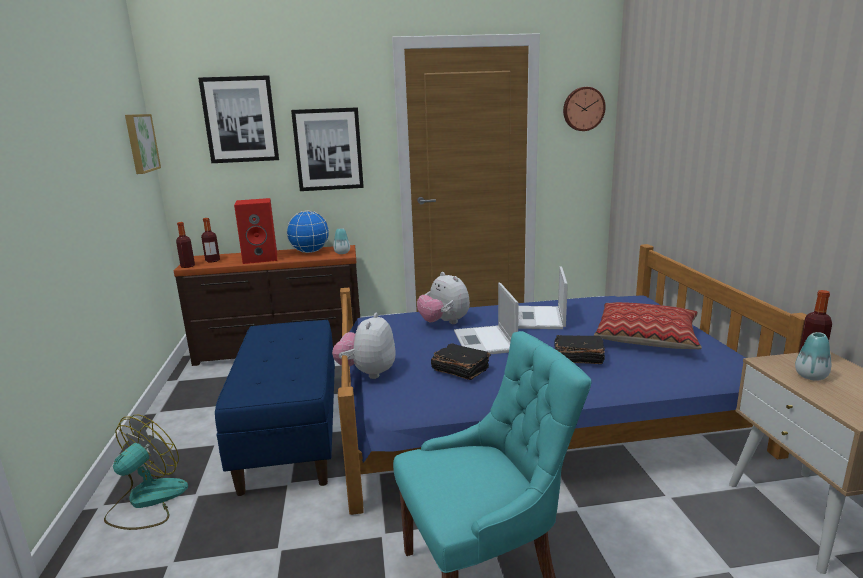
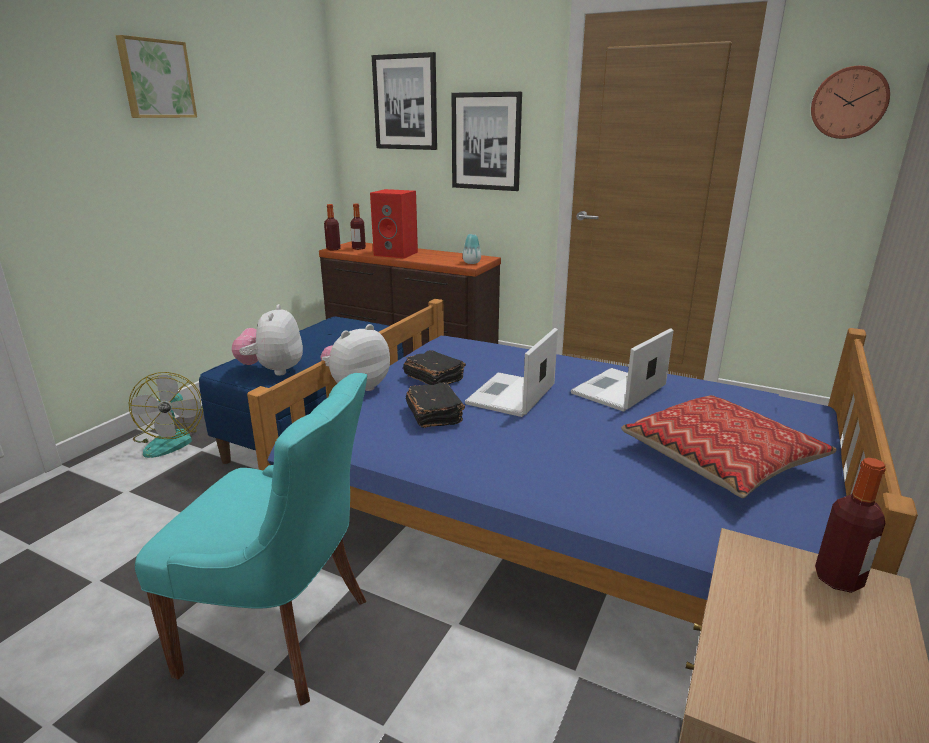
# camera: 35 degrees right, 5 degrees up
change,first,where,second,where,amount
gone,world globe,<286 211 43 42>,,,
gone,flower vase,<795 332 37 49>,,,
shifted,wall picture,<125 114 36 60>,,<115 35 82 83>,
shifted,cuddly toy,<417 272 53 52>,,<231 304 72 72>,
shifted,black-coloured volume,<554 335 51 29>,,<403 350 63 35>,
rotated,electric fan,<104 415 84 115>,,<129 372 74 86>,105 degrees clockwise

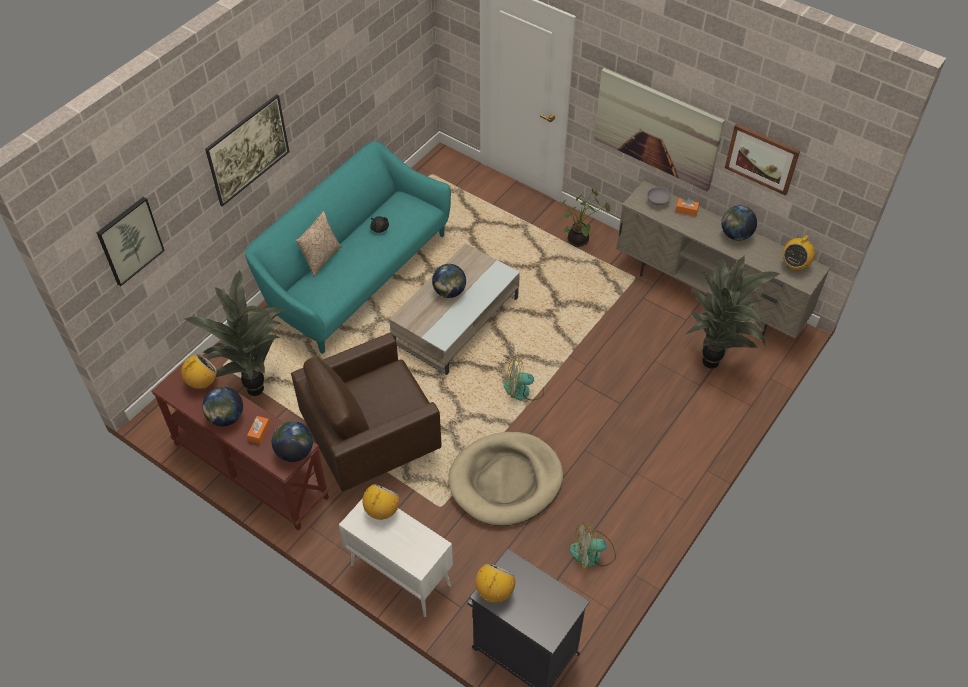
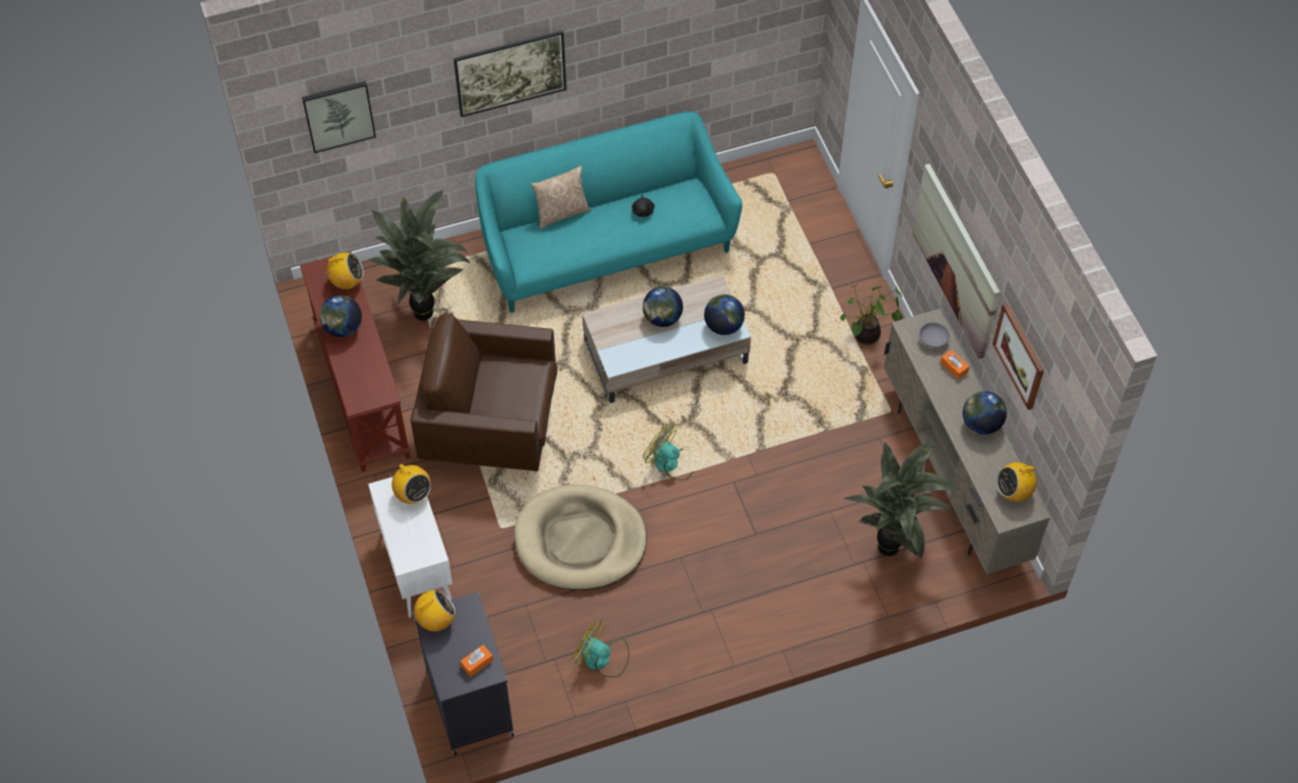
# camera: 35 degrees right, 5 degrees up
change,first,where,second,where,amount
shifted,orange-coloured tissue box,<247 416 23 28>,,<460 645 33 32>,
shifted,world globe,<272 421 41 41>,,<704 294 41 41>,
rotated,radio,<362 484 37 36>,,<390 464 41 40>,75 degrees clockwise

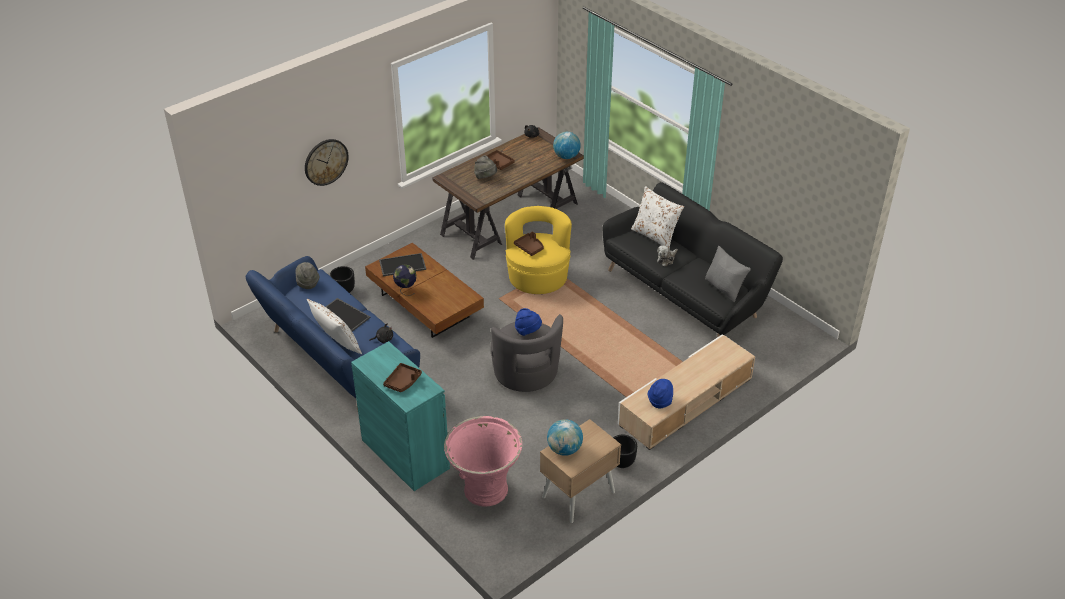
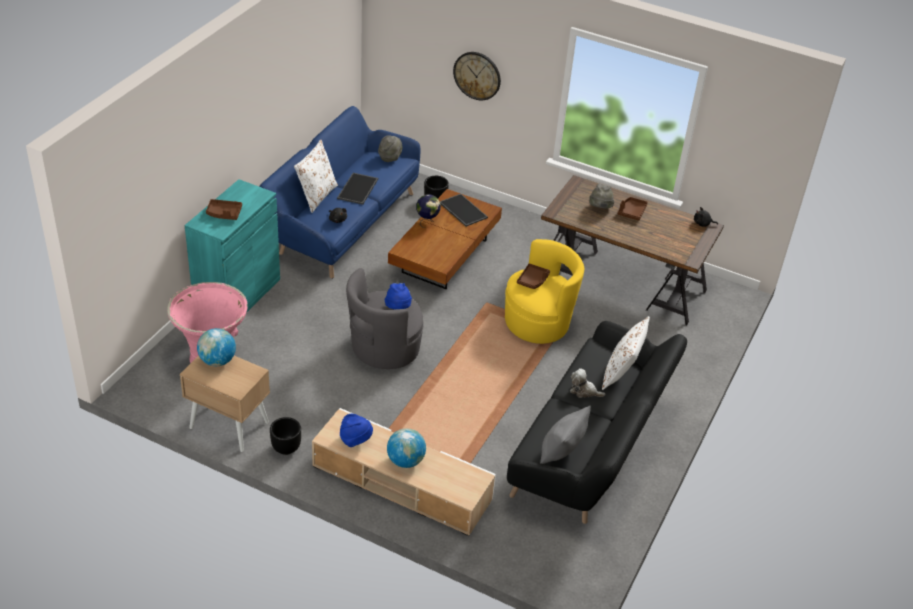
# camera: 65 degrees right, 0 degrees up
change,first,where,second,where,amount
shifted,world globe,<553 132 28 27>,,<387 428 39 40>,

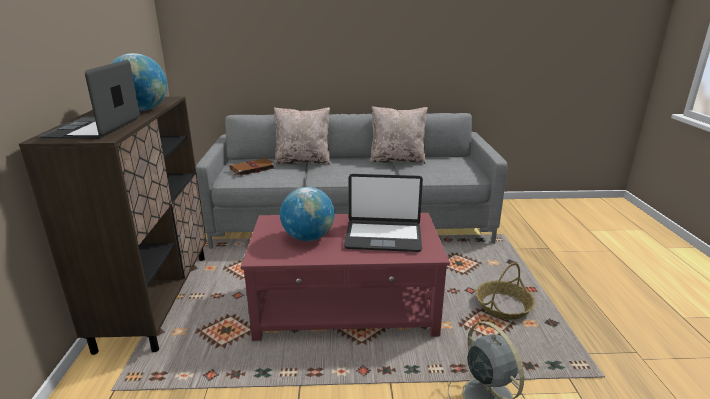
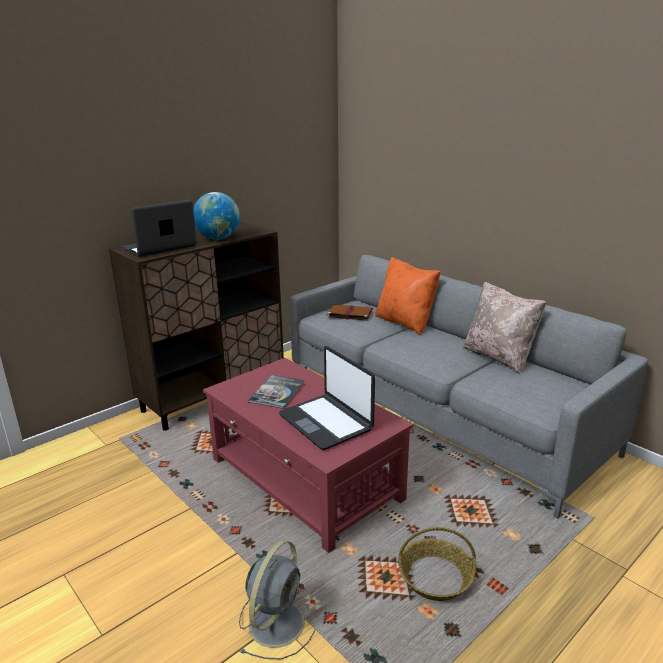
# camera: 50 degrees right, 0 degrees up
change,first,where,second,where,amount
swapped,world globe,<280 187 55 54>,volume,<248 375 57 34>,
repainted,beige-coloured cushion,<274 107 56 58>,orange-coloured cushion,<375 257 65 78>,

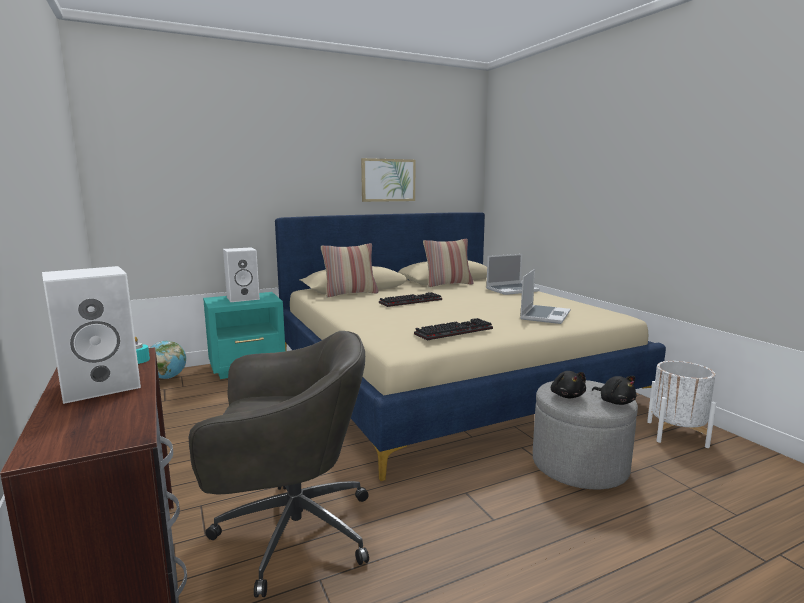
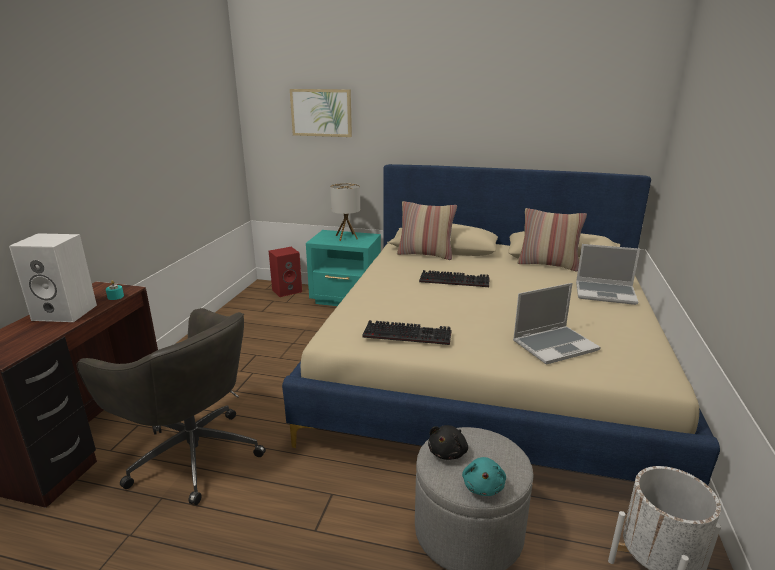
# camera: 40 degrees right, 10 degrees up
change,first,where,second,where,amount
shifted,wall picture,<361 158 54 44>,,<290 89 62 48>,
swapped,world globe,<150 341 36 38>,reddish loudspeaker,<269 247 33 50>,
swapped,whitish loudspeaker,<223 247 37 55>,tabletop lamp,<330 183 30 58>,
repainted,black-coloured cuddly toy,<592 376 44 29>,blue-green cuddly toy,<462 457 44 39>,

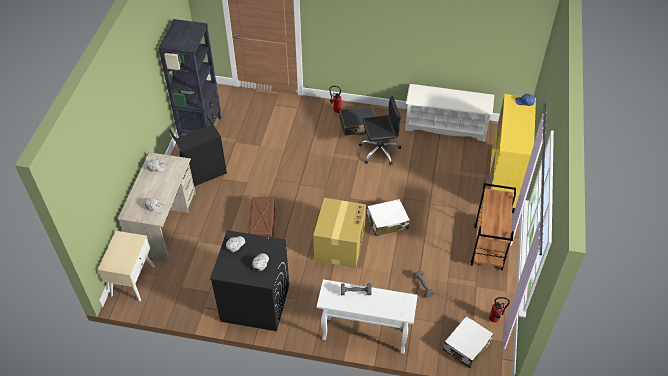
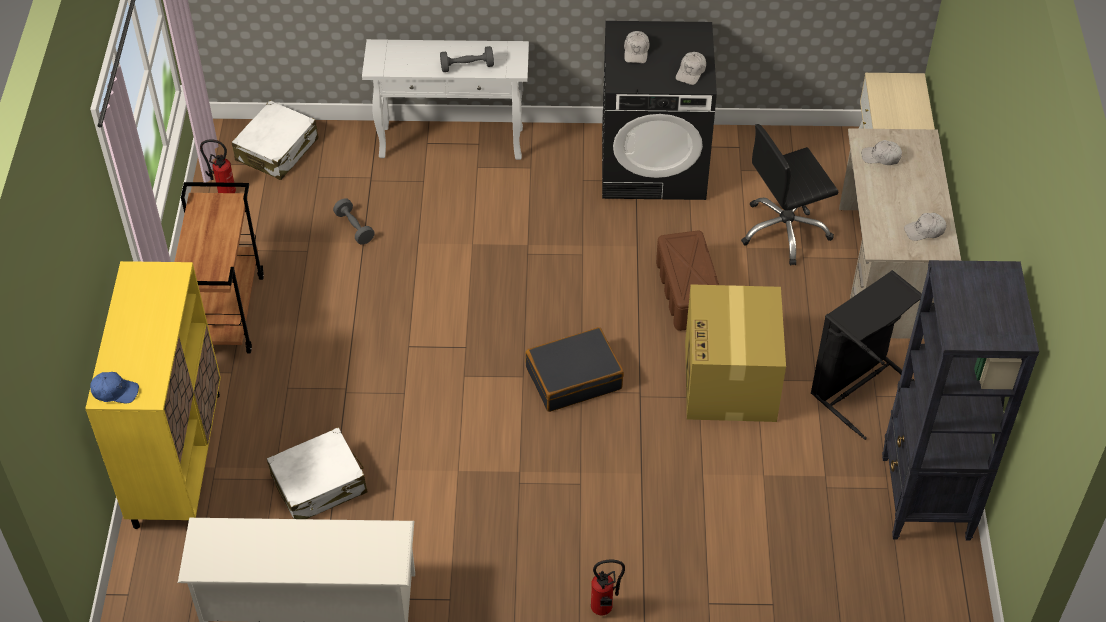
# camera: 170 degrees right, 0 degrees up
change,first,where,second,where,amount
shifted,carton,<313 198 53 70>,,<685 284 101 138>,
shifted,black-coloured suitcase,<339 105 37 31>,,<526 327 98 85>,
shifted,black-coloured computer chair,<359 96 42 70>,,<741 124 97 142>,
shifted,whitish suitcase,<367 199 43 37>,,<267 428 100 91>,

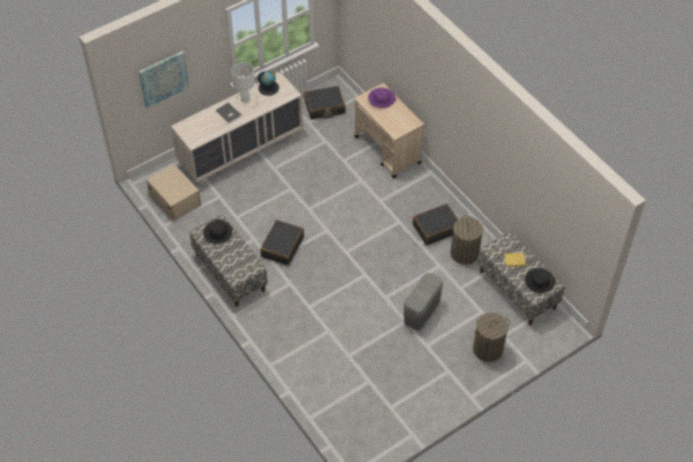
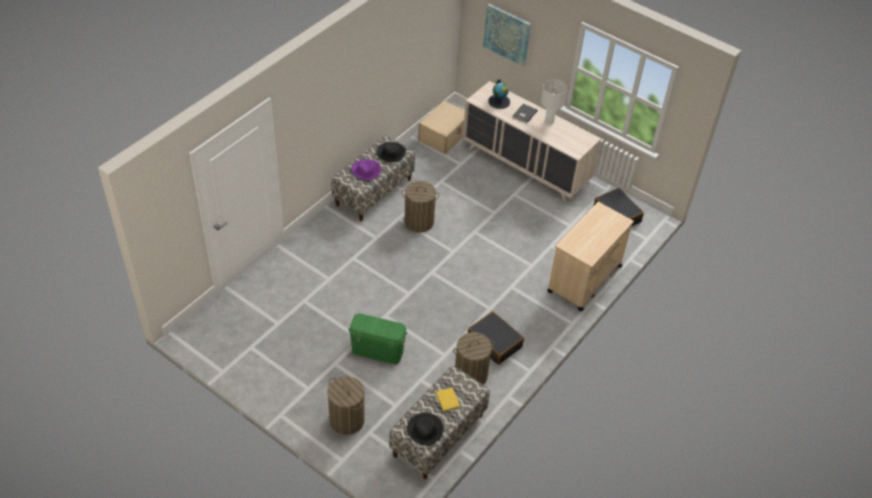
# camera: 70 degrees right, 5 degrees down
change,first,where,second,where,amount
shifted,world globe,<258 71 21 25>,,<488 79 22 30>,
shifted,purplish wearable hat,<368 88 28 20>,,<352 159 29 22>,
swapped,black-coloured suitcase,<260 220 44 45>,hamper,<401 181 38 52>,
repainted,grey storage box,<403 273 40 58>,green storage box,<348 314 60 50>,

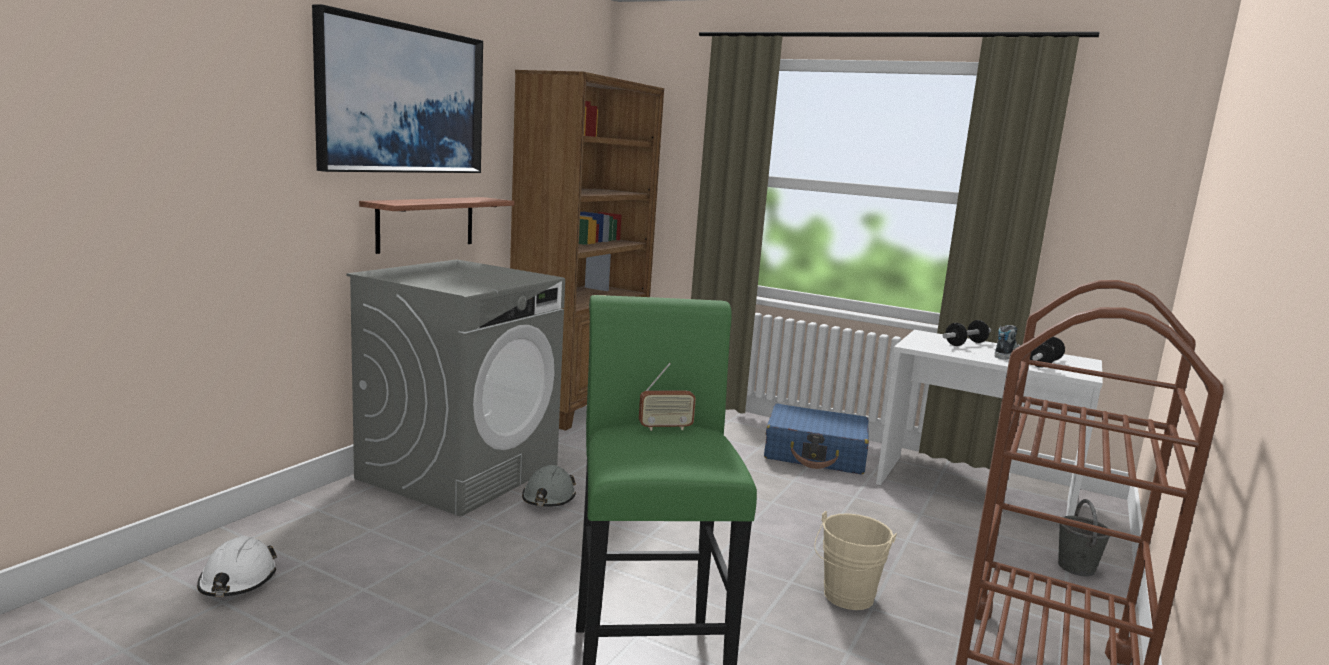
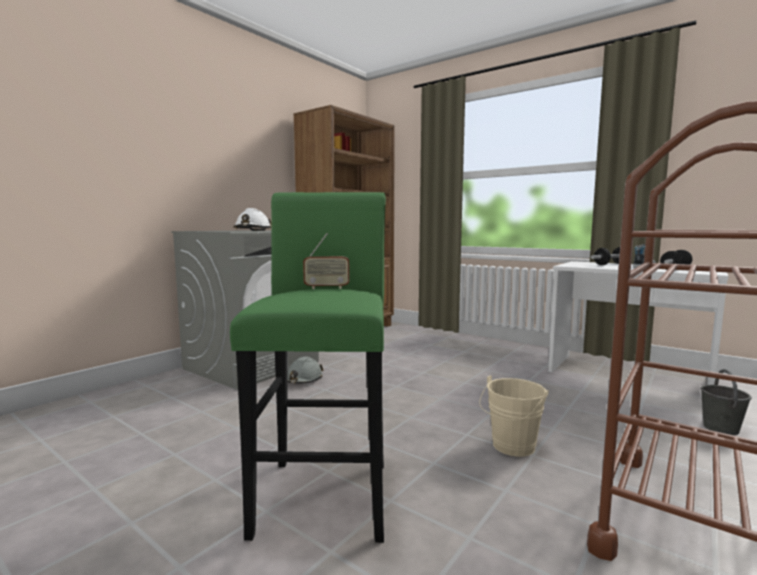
# camera: 10 degrees right, 5 degrees down
change,first,where,second,where,amount
gone,wall picture,<312 4 171 169>,,,
gone,wall shelf,<359 197 155 57>,,,
gone,bluish suitcase,<764 403 105 72>,,,
shifted,whitish work helmet,<197 537 80 59>,,<233 208 39 23>,

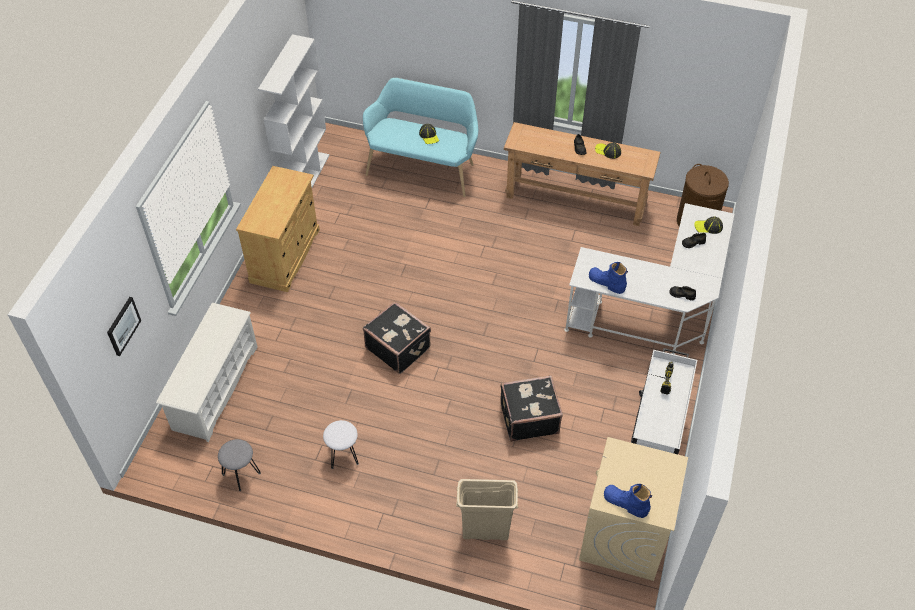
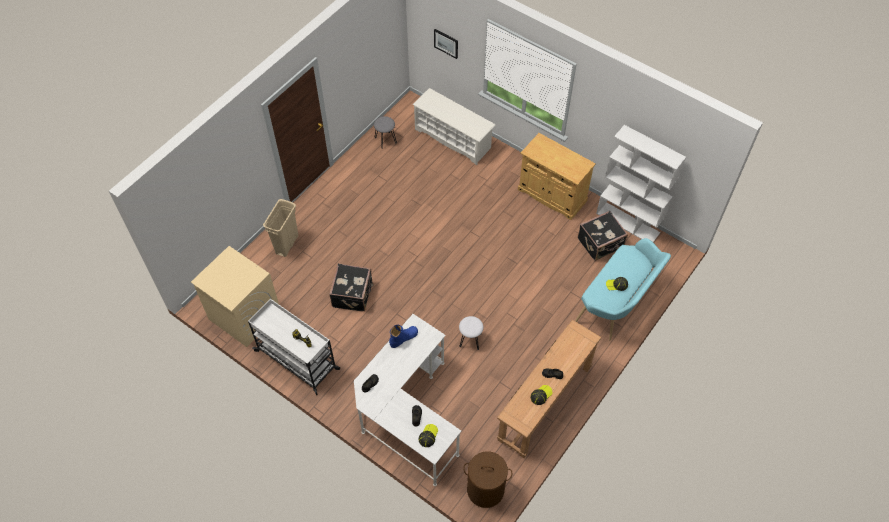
# camera: 110 degrees right, 5 degrees up
change,first,where,second,where,amount
gone,bluish high-top boot,<604 484 48 34>,,,
shifted,whitish sitting stool,<323 420 36 49>,,<459 316 24 34>,
shifted,black-coloured suitcase,<363 301 68 73>,,<578 211 50 50>,

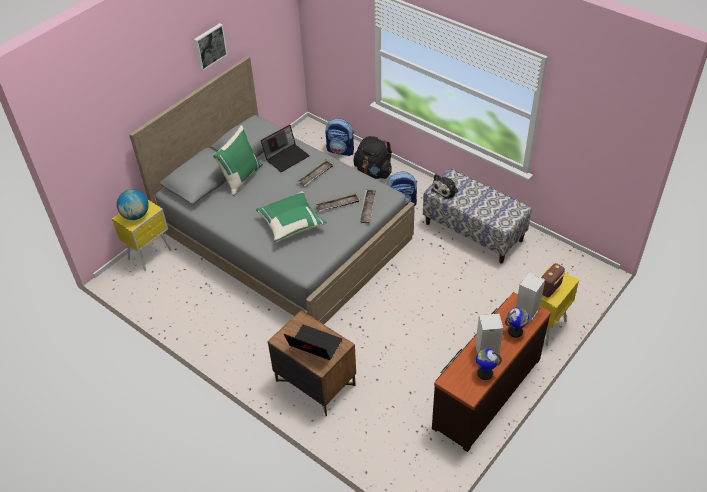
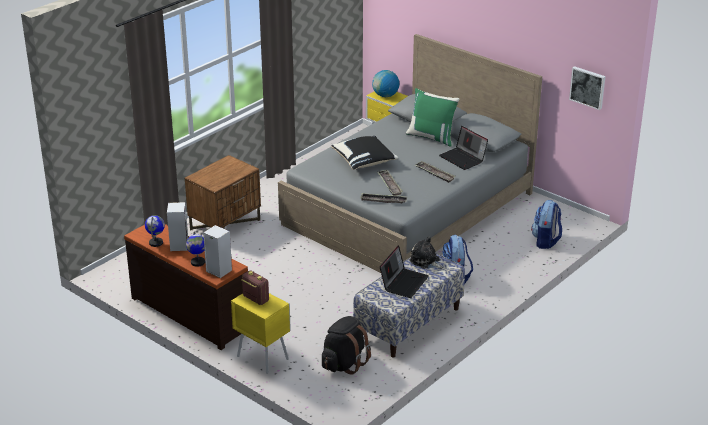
# camera: 90 degrees right, 15 degrees down
change,first,where,second,where,amount
shifted,wall picture,<194 23 34 48>,,<569 66 37 44>,
shifted,notebook computer,<284 325 58 35>,,<380 245 49 53>,
shifted,black-coloured backpack,<354 136 38 43>,,<322 316 49 59>,
repainted,green cushion,<256 191 71 52>,black-coloured cushion,<331 136 67 34>,

